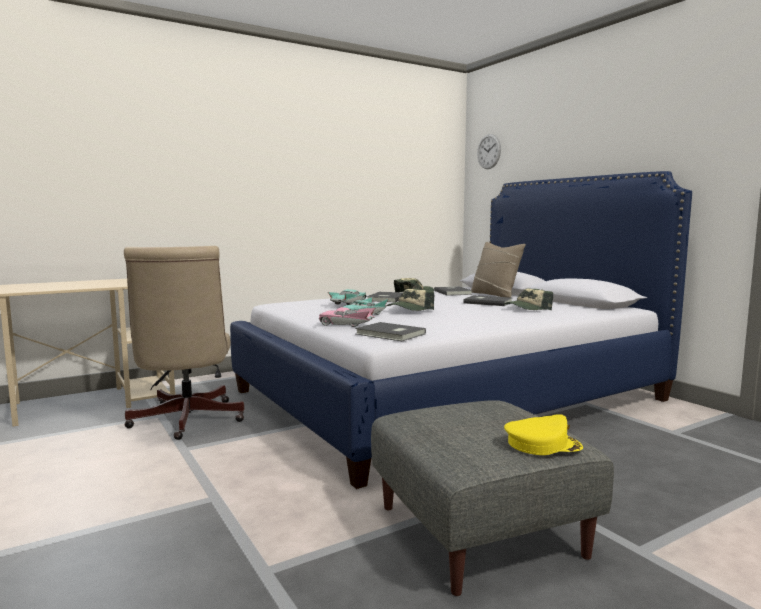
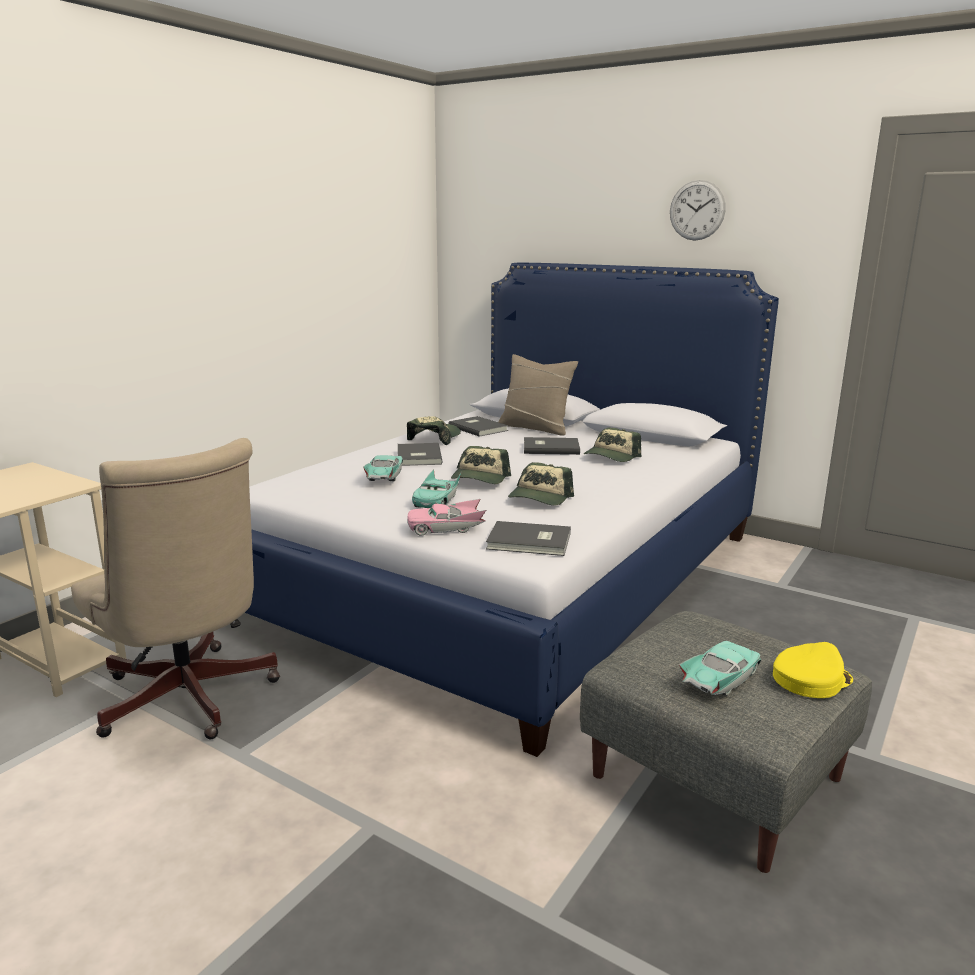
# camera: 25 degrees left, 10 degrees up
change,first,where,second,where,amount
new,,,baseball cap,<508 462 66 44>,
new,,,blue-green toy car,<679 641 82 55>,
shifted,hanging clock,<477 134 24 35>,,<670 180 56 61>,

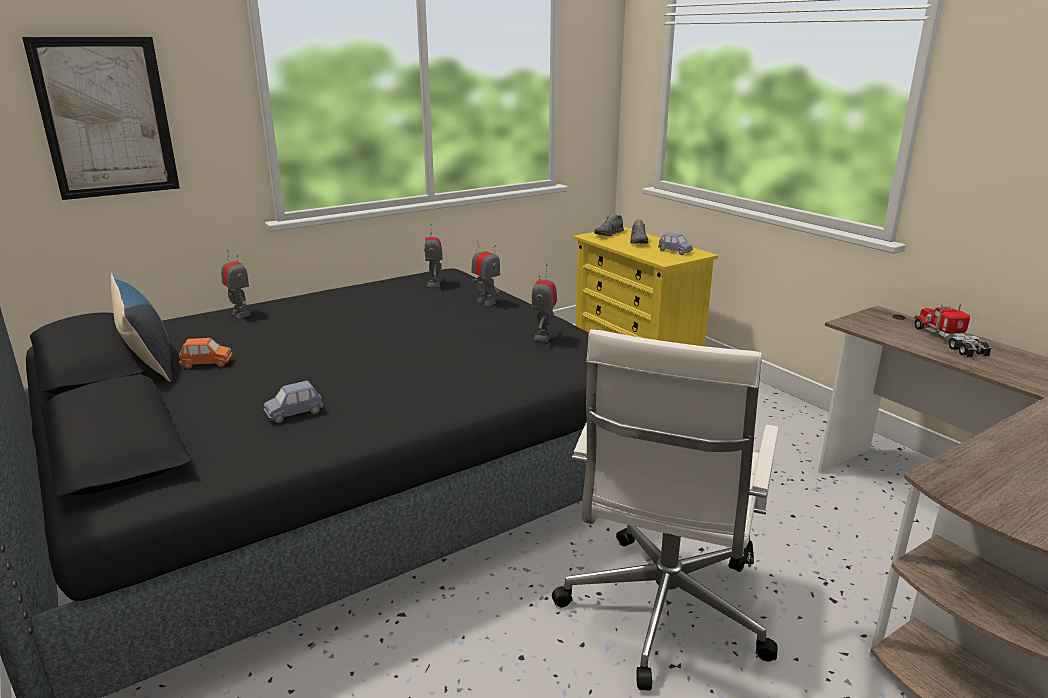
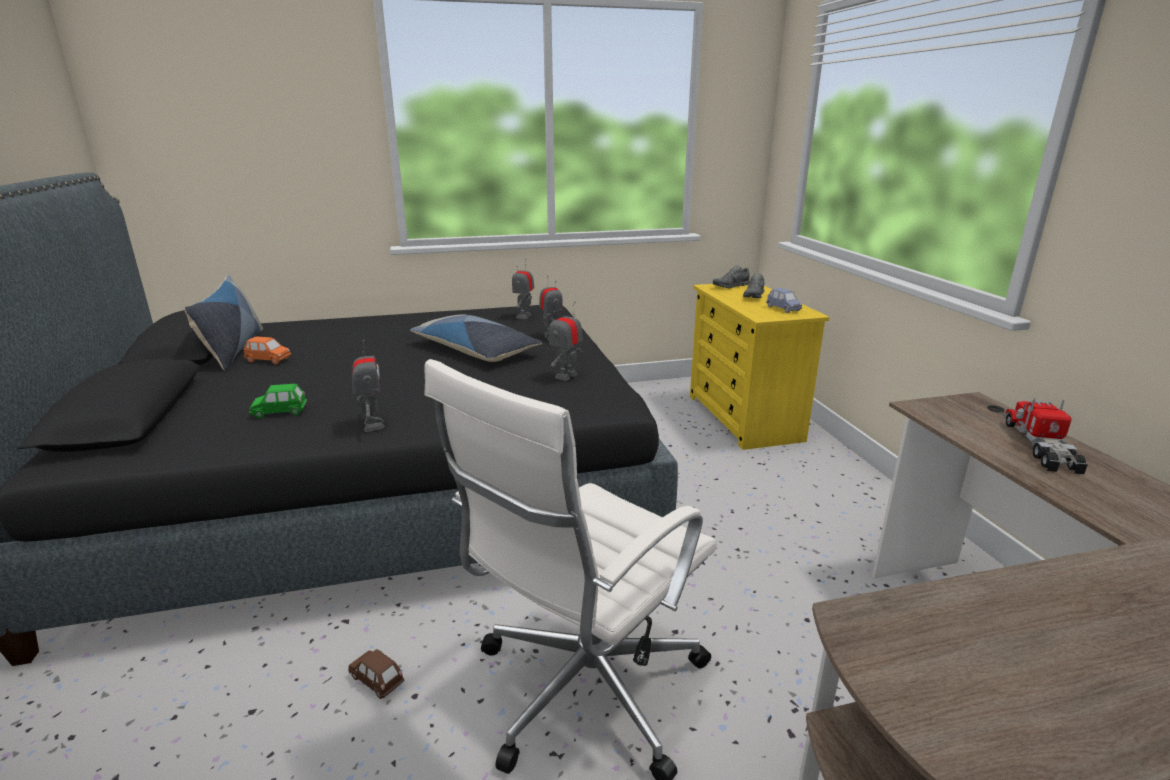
# camera: 20 degrees right, 0 degrees up
change,first,where,second,where,amount
gone,wall picture,<22 37 158 163>,,,
new,,,brown toy car,<348 649 56 50>,
new,,,cushion,<410 315 132 47>,
shifted,robot figure,<221 250 30 68>,,<352 340 33 92>,
repainted,bluish toy car,<264 381 59 42>,green toy car,<249 384 58 34>,

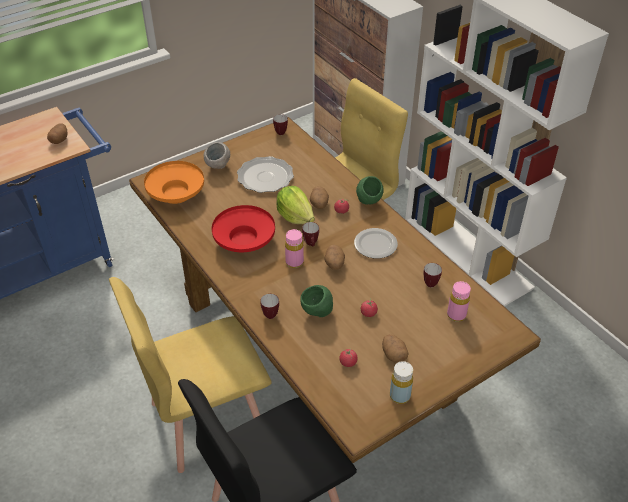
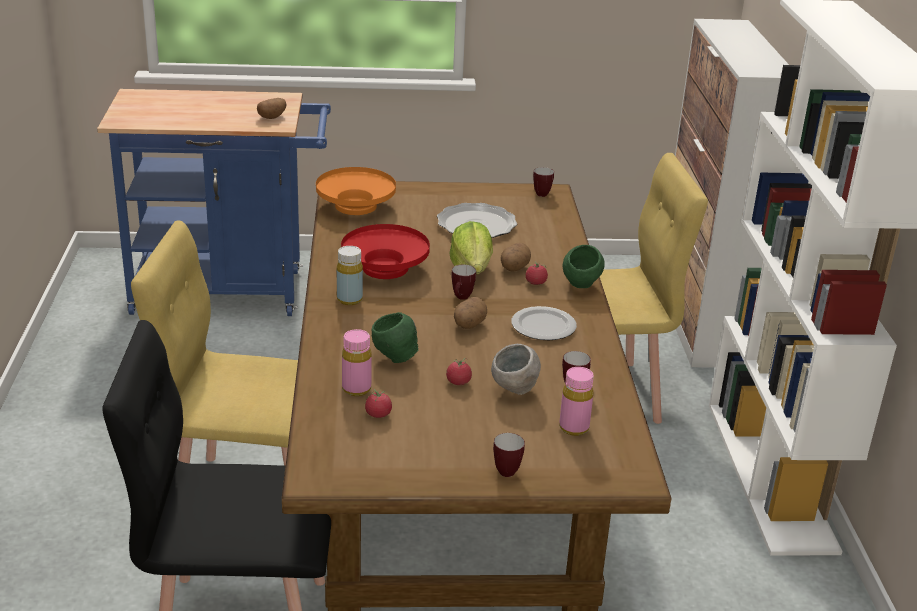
# camera: 30 degrees right, 15 degrees down
change,first,where,second,where,amount
gone,potato,<382 335 26 28>,,,
shifted,grey serving bowl,<204 142 26 27>,,<491 344 50 51>,
shifted,mug,<260 294 19 25>,,<493 433 32 44>,
shifted,pinkish bottle,<285 229 19 39>,,<342 329 30 67>,
shifted,yellowish bottle,<390 361 23 43>,,<337 246 26 59>,

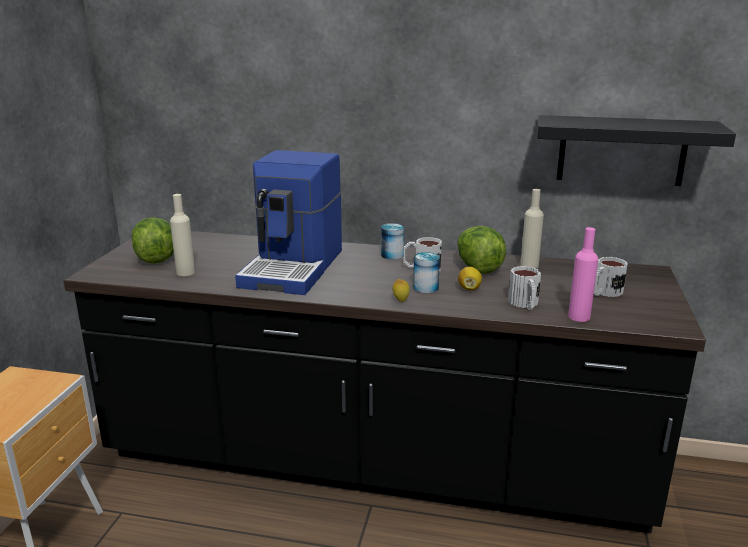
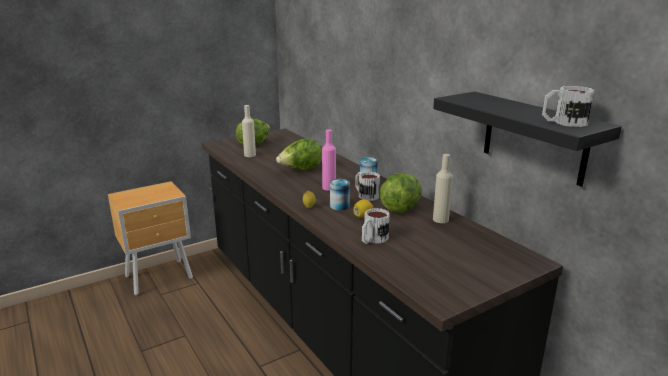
# camera: 45 degrees right, 0 degrees up
change,first,where,second,where,amount
shifted,pinkish bottle,<568 227 30 95>,,<322 129 14 62>,
shifted,mug,<594 257 34 40>,,<542 86 53 41>,
swapped,coffee maker,<235 150 107 145>,lettuce,<276 139 46 31>,

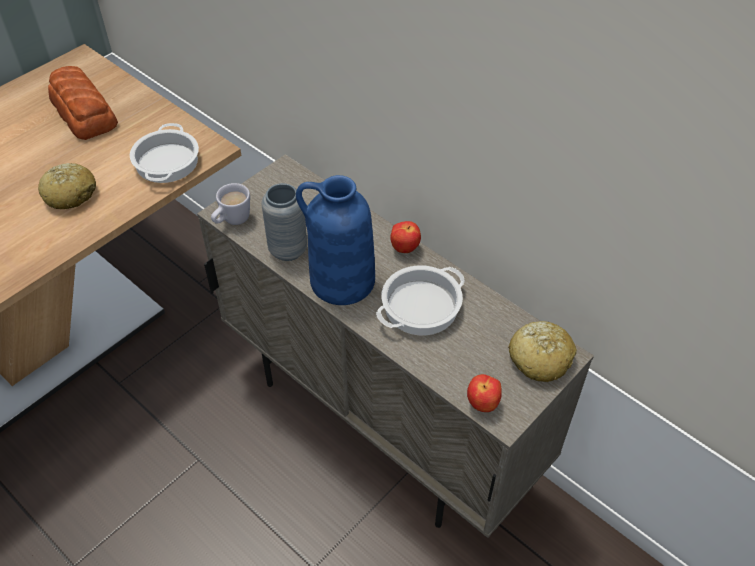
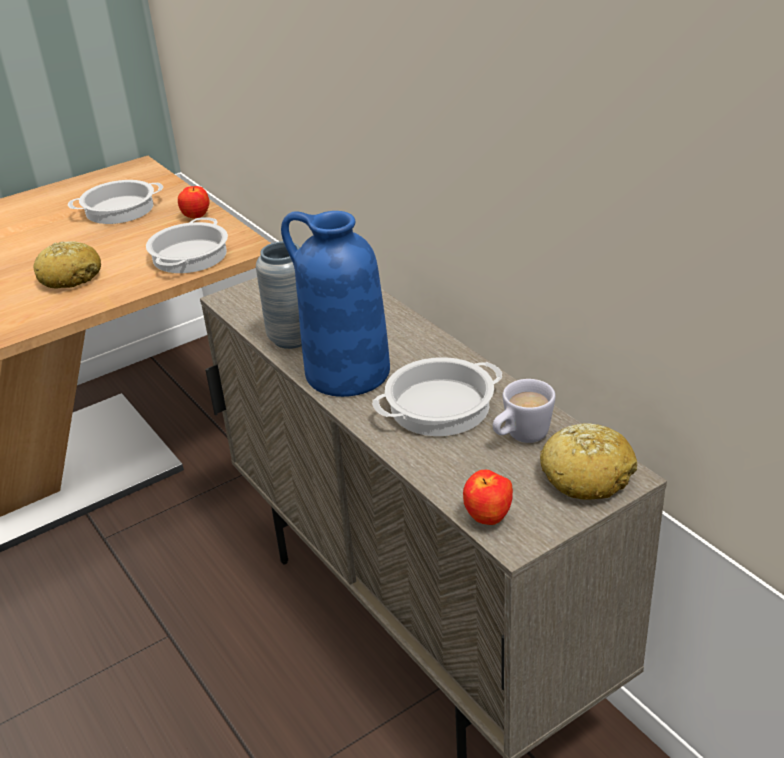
# camera: 15 degrees right, 15 degrees down
change,first,where,second,where,amount
shifted,whitish mug,<211 183 39 42>,,<493 379 62 64>,
shifted,apple fruit,<390 221 31 32>,,<178 186 31 33>,
swapped,bakery bread,<48 66 70 74>,stockpot,<68 180 95 44>,

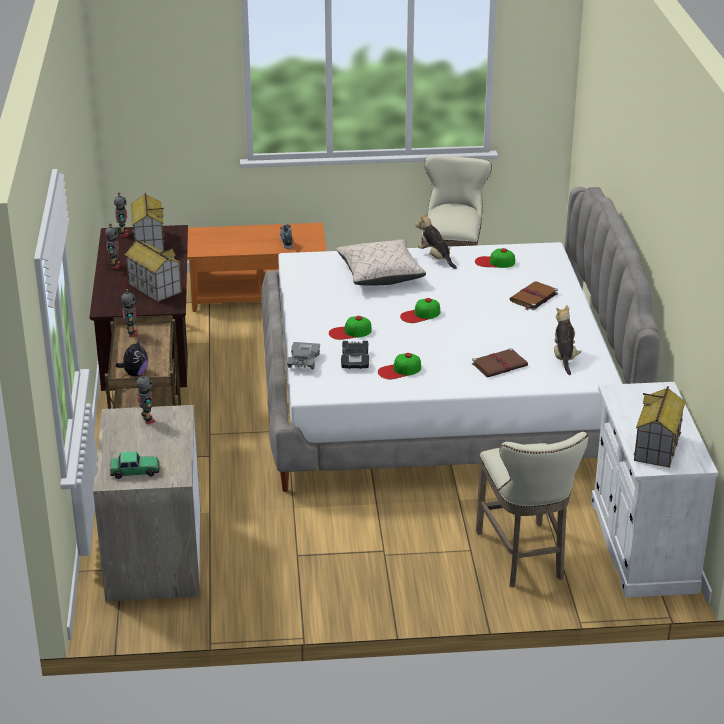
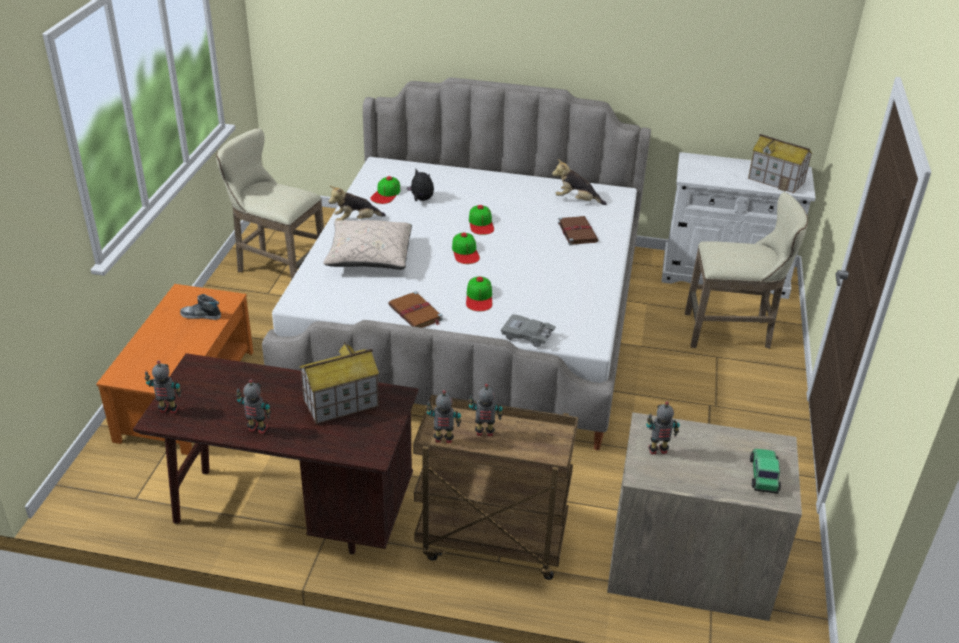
# camera: 75 degrees left, 5 degrees up
change,first,where,second,where,amount
gone,miniature house,<131 193 34 59>,,,
gone,black-coloured toy car,<341 341 28 28>,,,
new,,,robot figure,<469 384 34 52>,
shifted,cuddly toy,<115 339 33 37>,,<407 169 27 32>,
shifted,baseball cap,<378 353 43 26>,,<469 205 25 30>,
shifted,brown volume,<510 281 48 29>,,<388 291 55 37>,

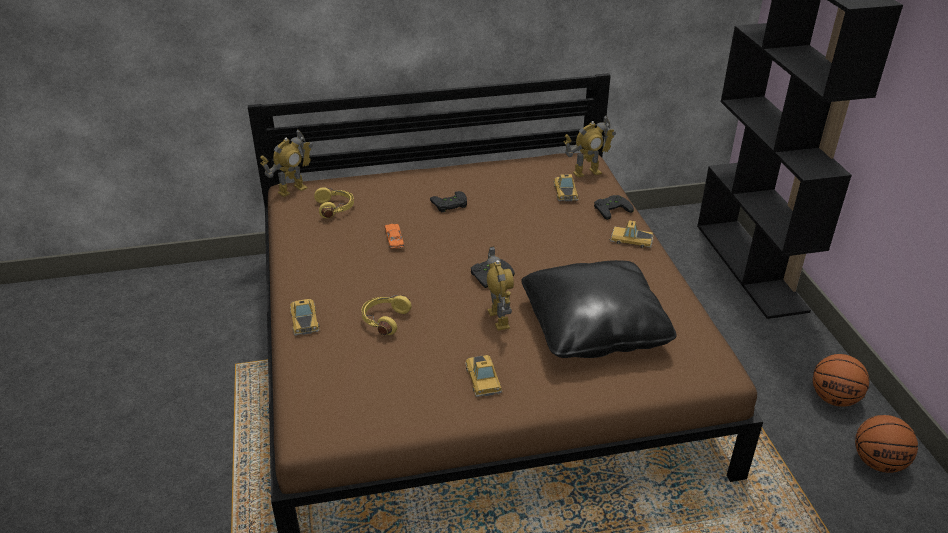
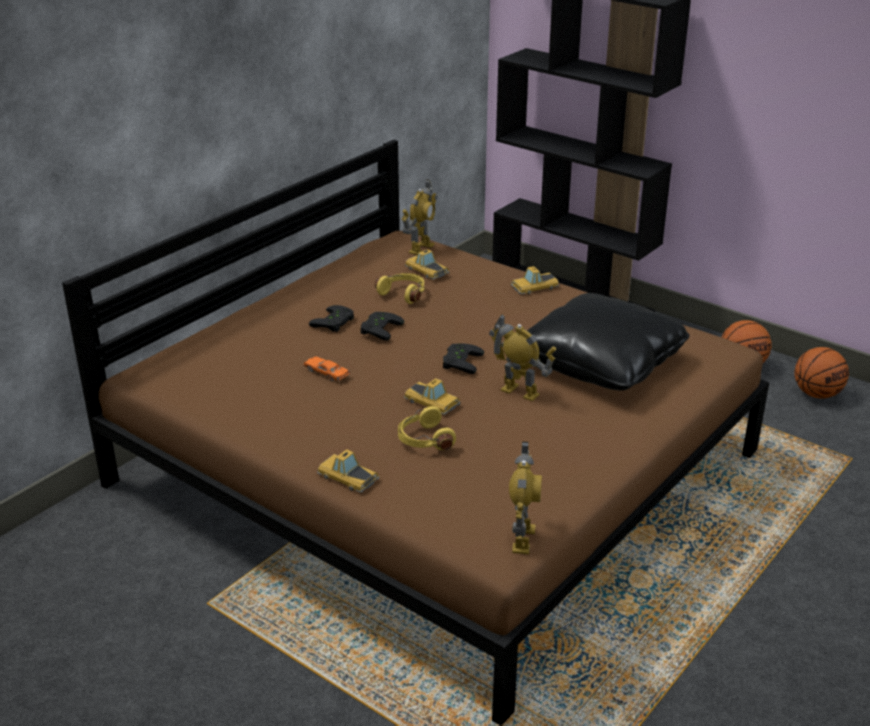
# camera: 40 degrees left, 5 degrees down
change,first,where,second,where,amount
shifted,robot figure,<260 129 53 68>,,<509 441 33 113>,
shifted,yellowish headphones,<314 187 40 31>,,<375 273 50 31>,
shifted,toy car,<465 355 37 42>,,<404 378 57 37>,
shifted,black-coloured joypad,<594 195 40 25>,,<361 312 43 29>,

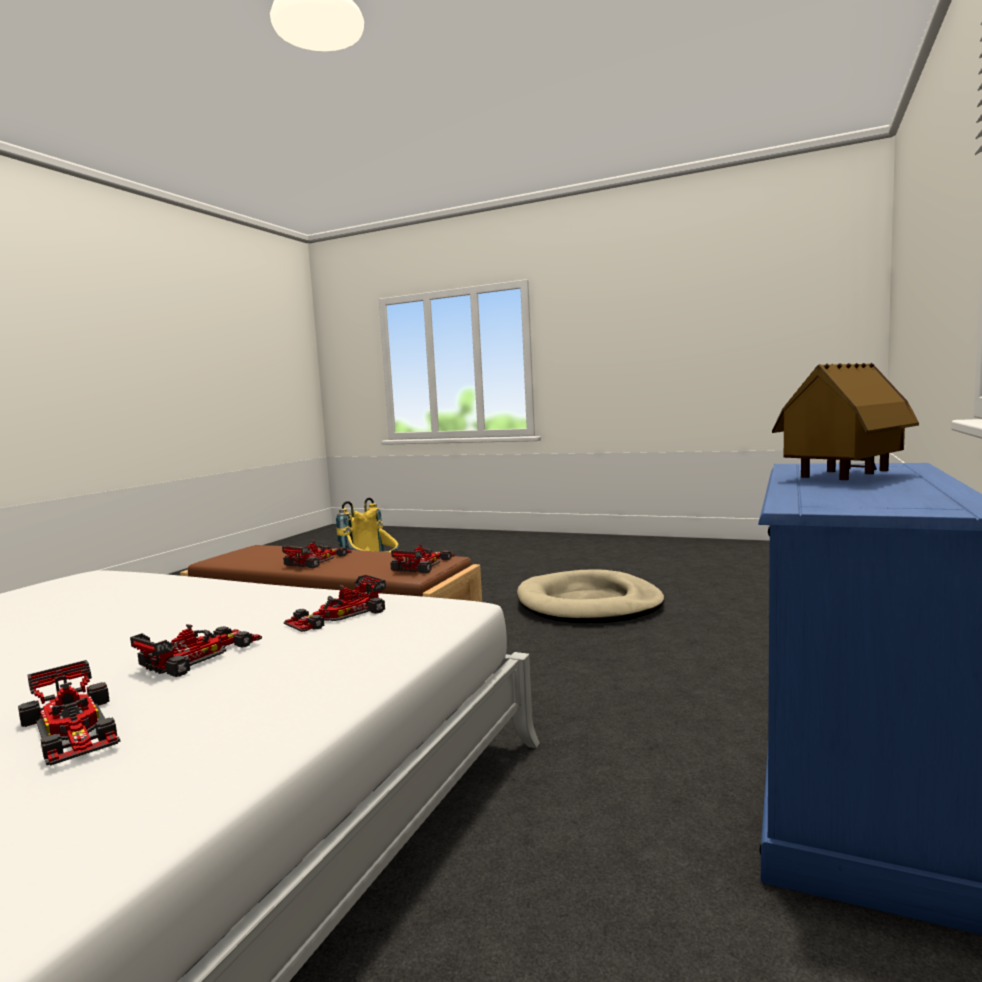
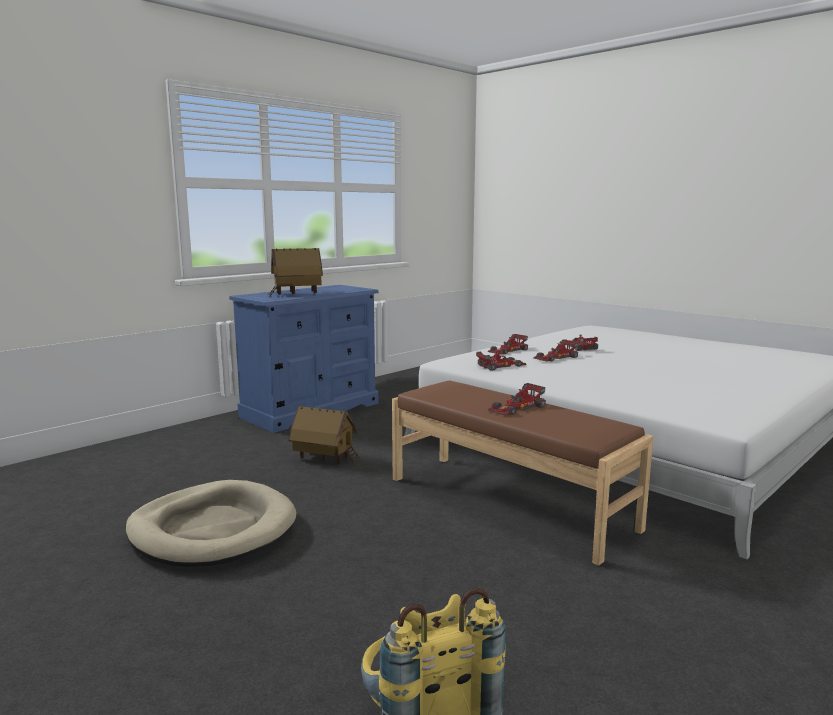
# camera: 160 degrees left, 5 degrees up
change,first,where,second,where,amount
new,,,miniature house,<289 406 71 58>,
shifted,toy car,<390 544 65 29>,,<488 334 40 21>,

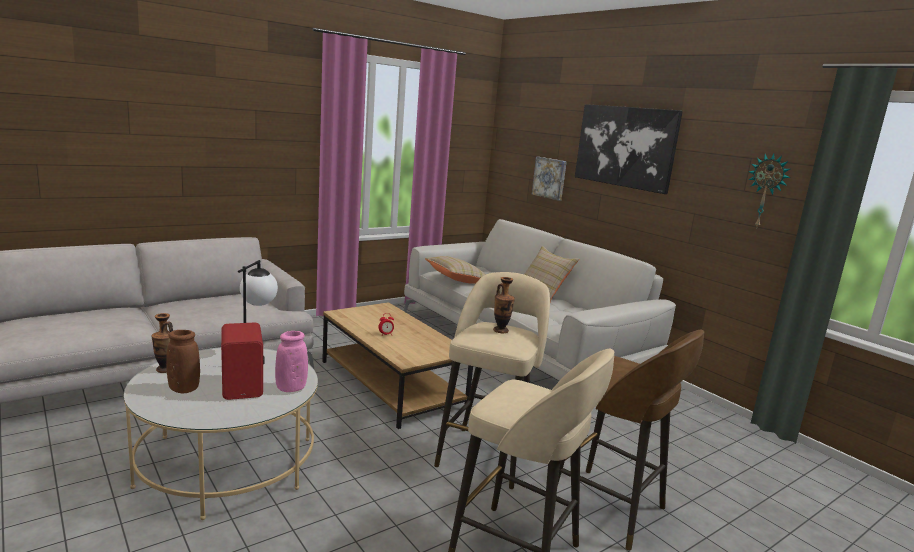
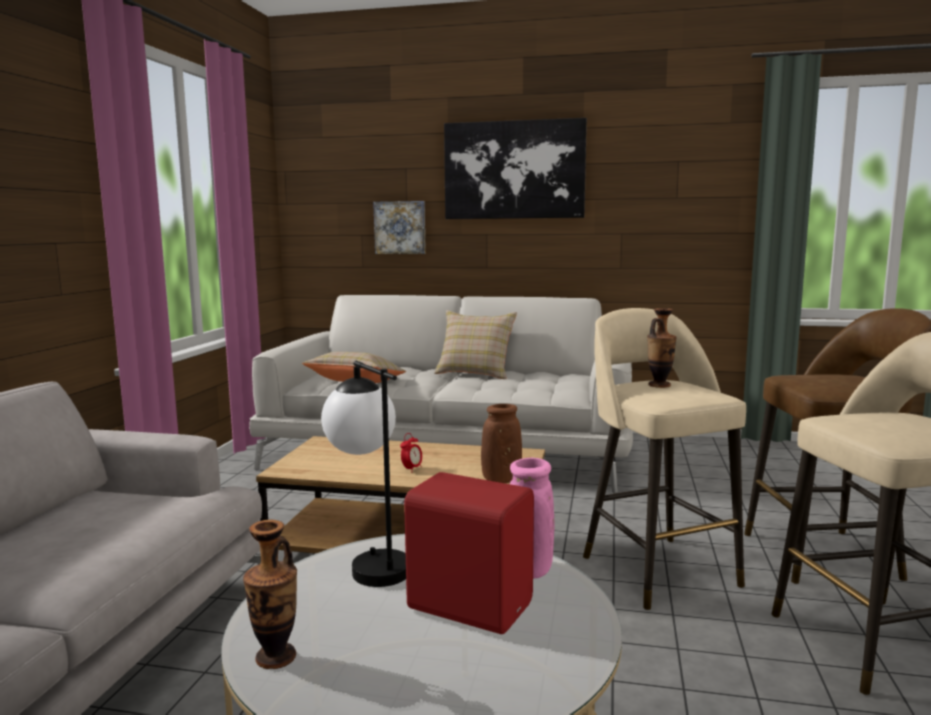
# camera: 40 degrees left, 5 degrees down
change,first,where,second,where,amount
gone,hanging clock,<748 153 43 76>,,,
shifted,brown flower vase,<166 330 34 63>,,<481 404 41 79>,

